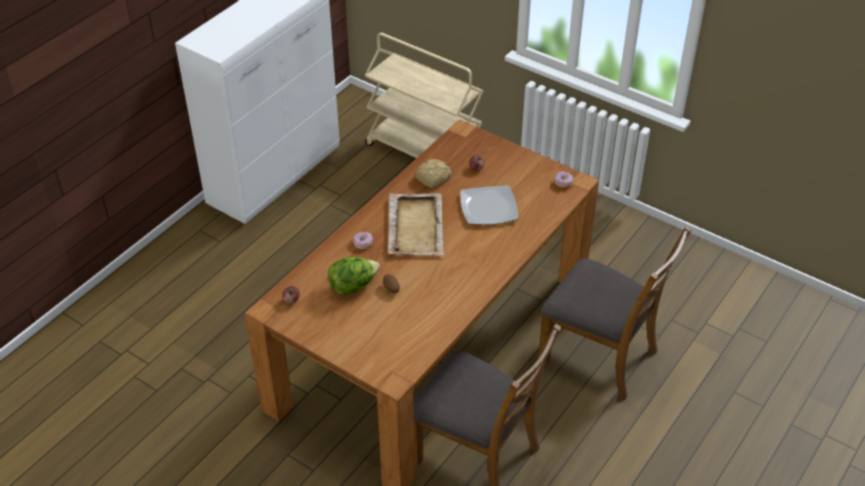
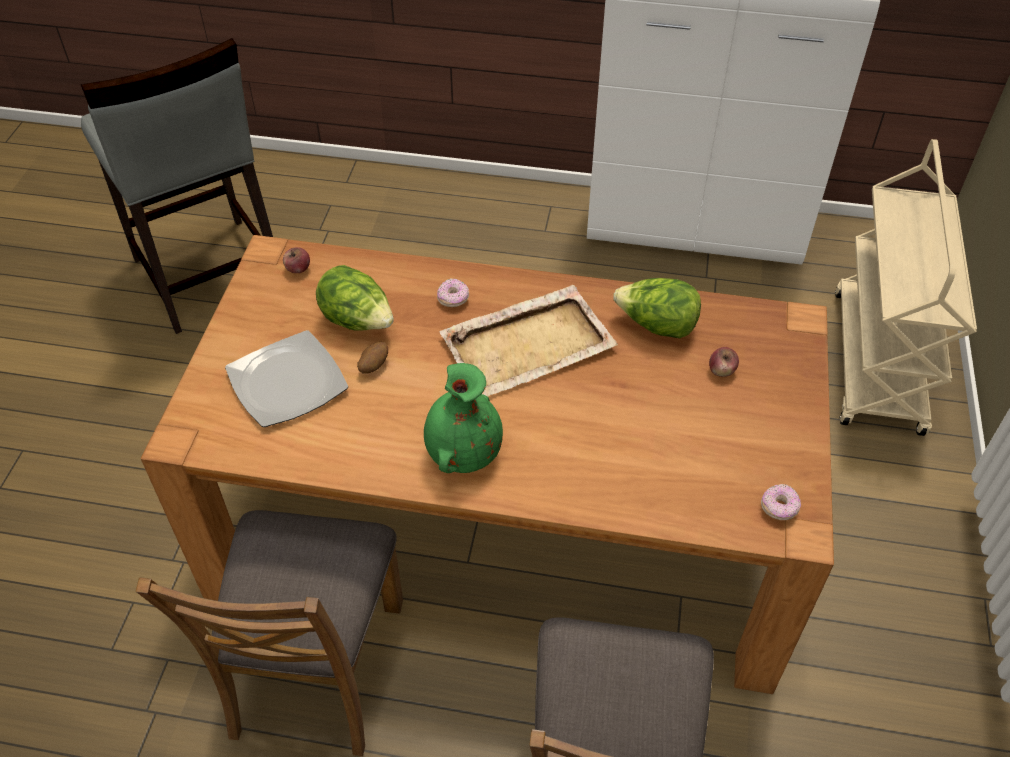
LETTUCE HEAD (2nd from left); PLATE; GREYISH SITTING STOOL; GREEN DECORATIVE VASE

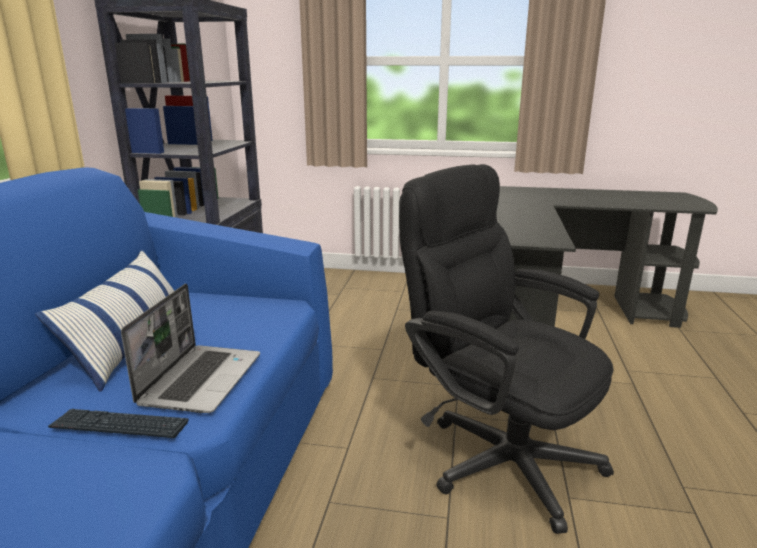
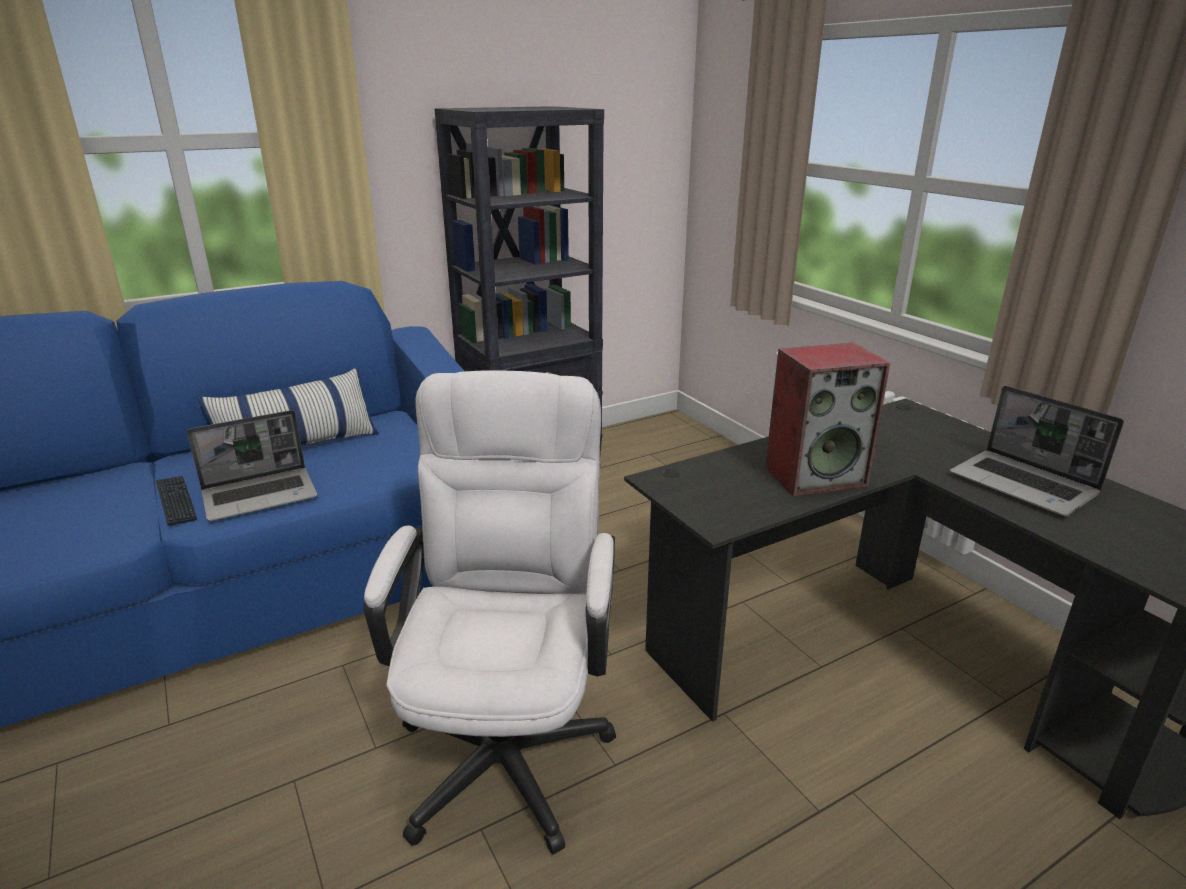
WHITISH DESK CHAIR; SPEAKER; LAPTOP (2nd from left)

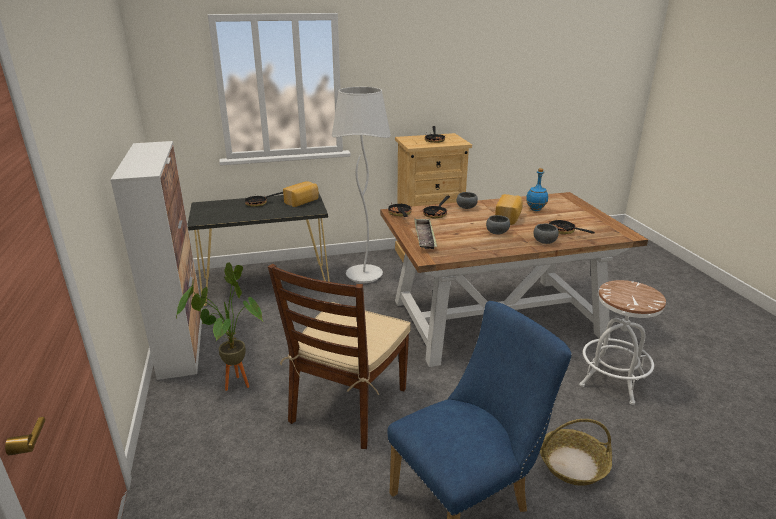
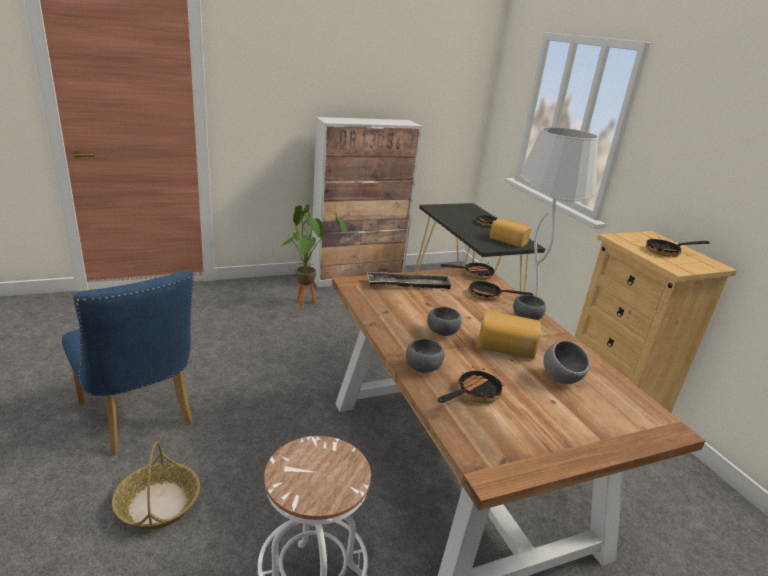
BROWN-COLOURED UPRIGHT CHAIR; GREYISH SERVING BOWL (4th from left)

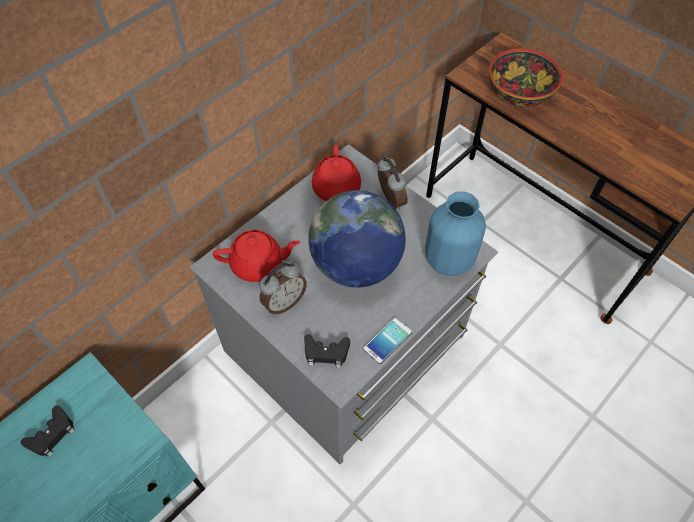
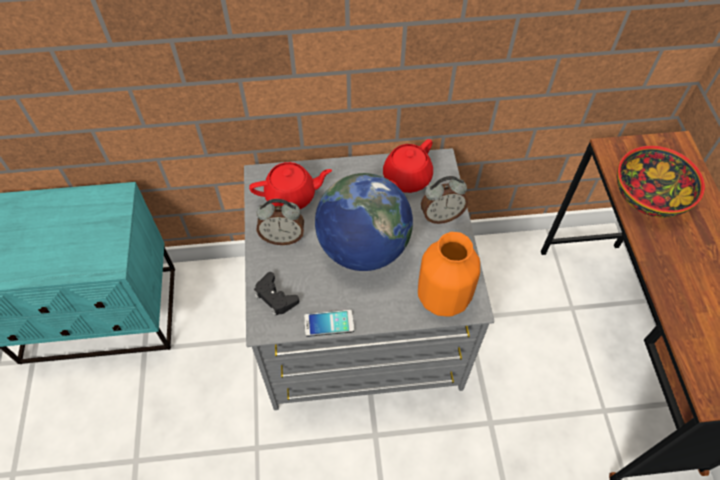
BLACKISH GAME CONTROLLER (1st from left in the first image); RED POT FOR TEA (1st from left); ALARM CLOCK (2nd from left); ORANGE-COLOURED DECORATIVE VASE

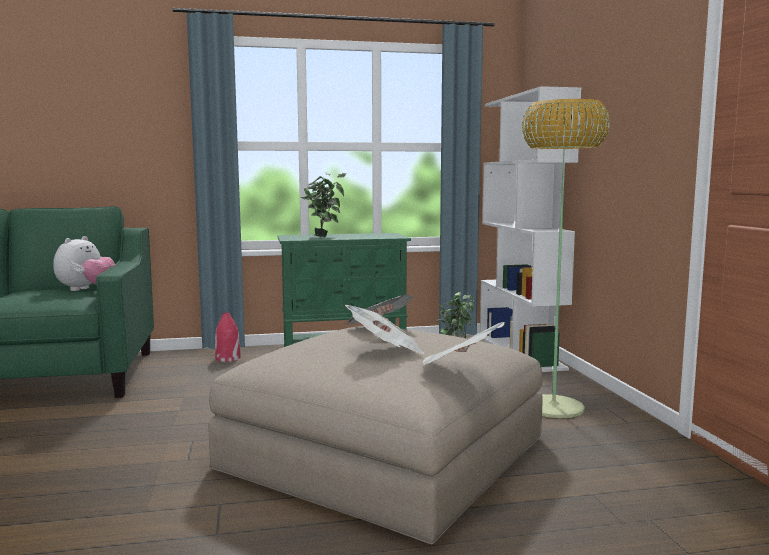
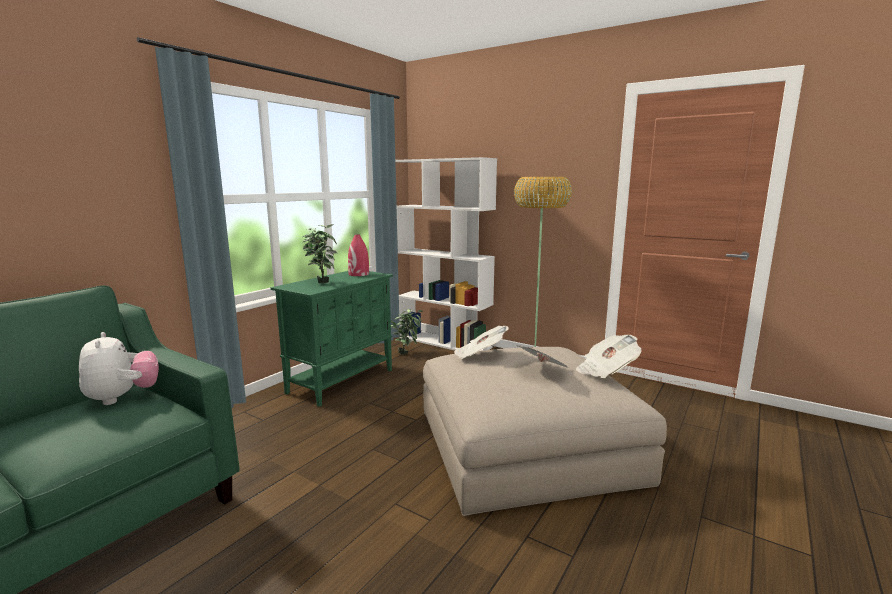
RED DECORATIVE VASE

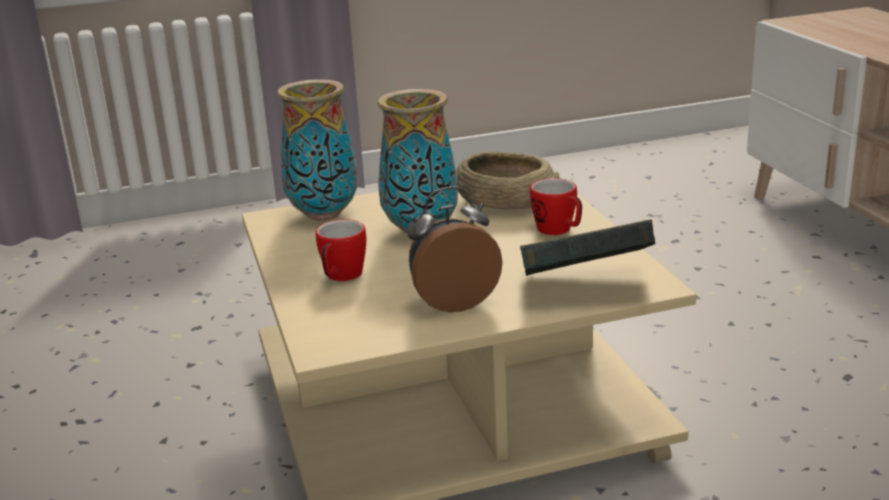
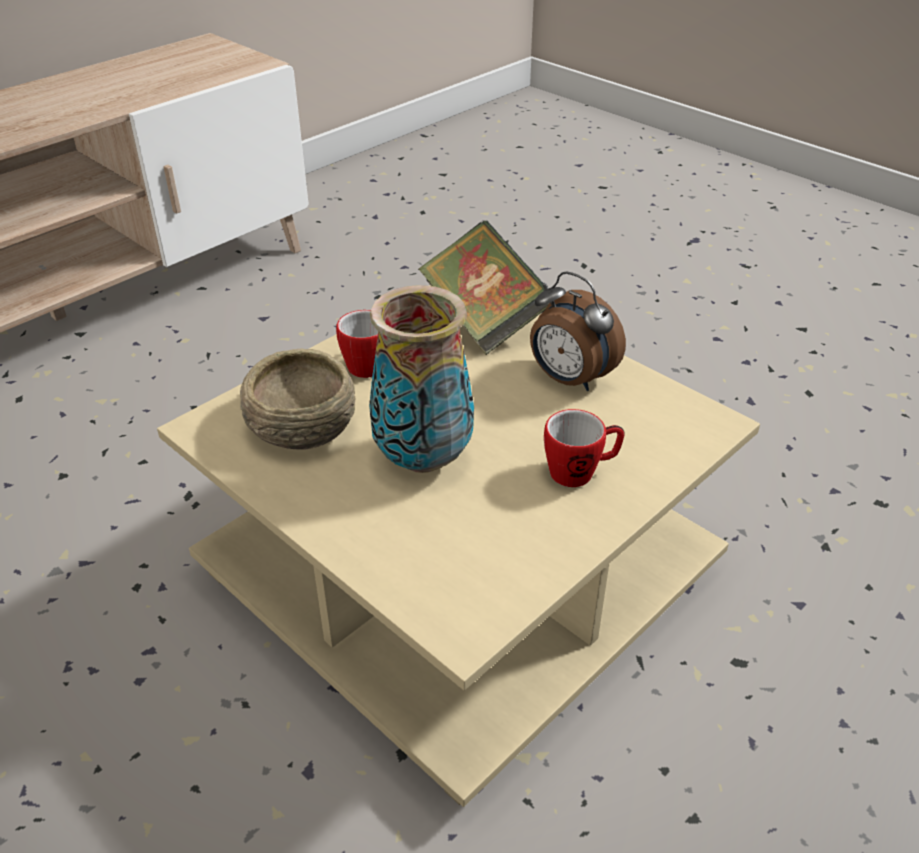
DECORATIVE VASE (1st from left in the first image)

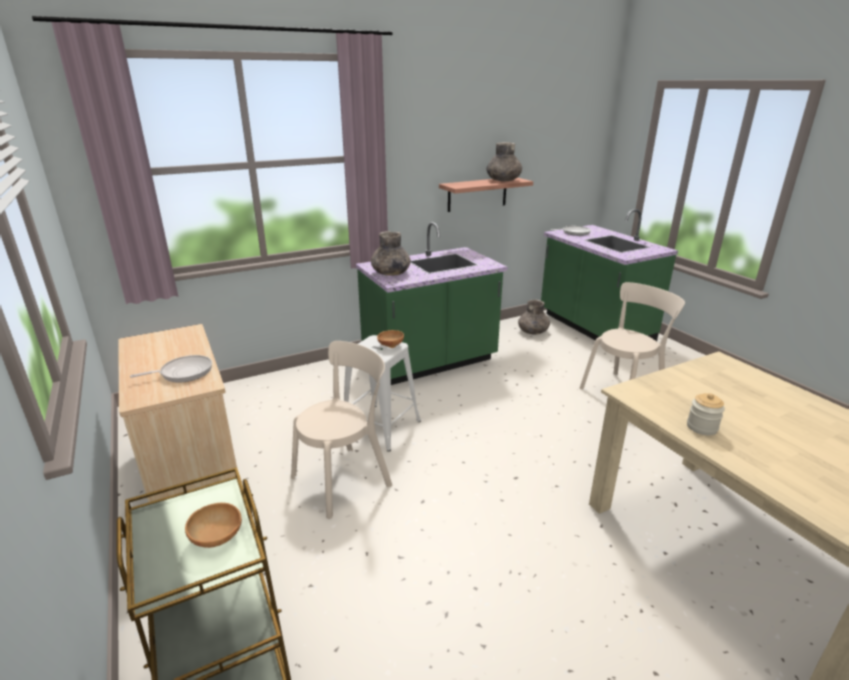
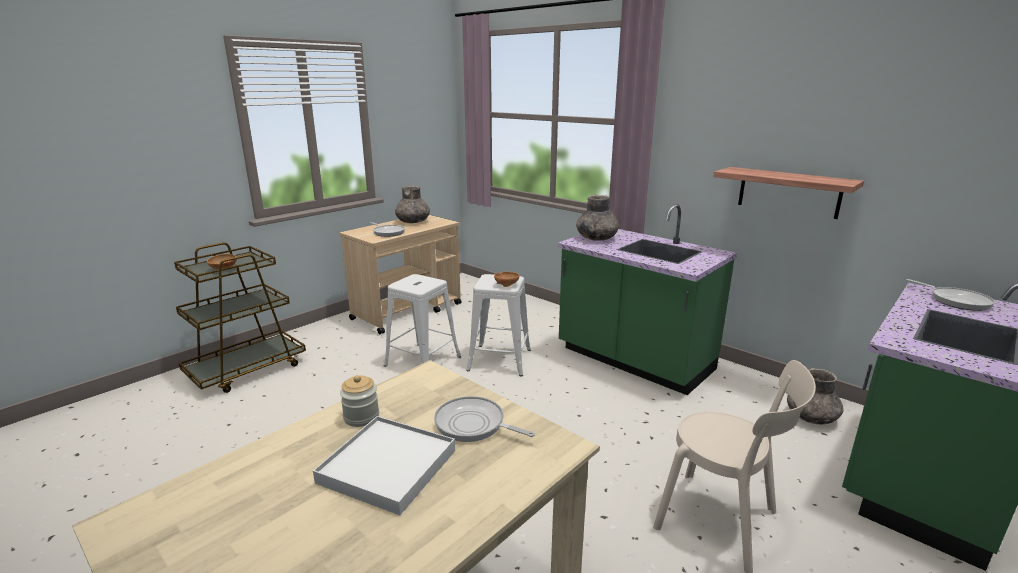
WHITISH SITTING STOOL (1st from left); GREYISH DECORATIVE VASE (1st from left); WHITISH SERVING TRAY; FRYING PAN (2nd from left)

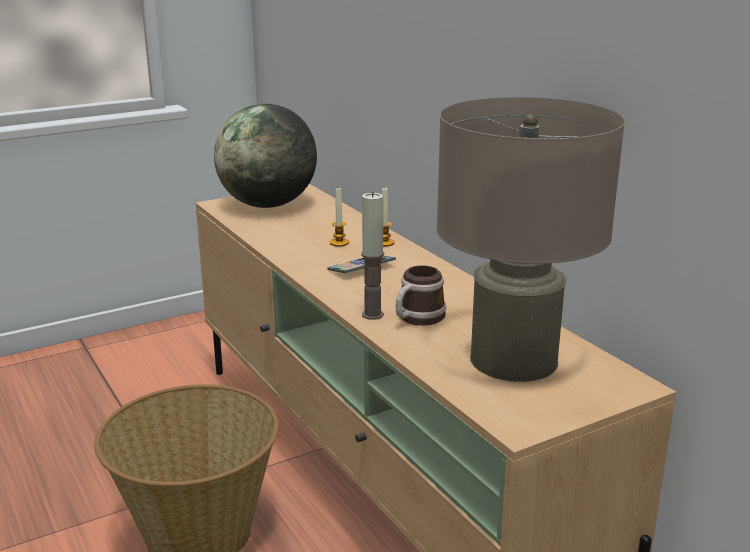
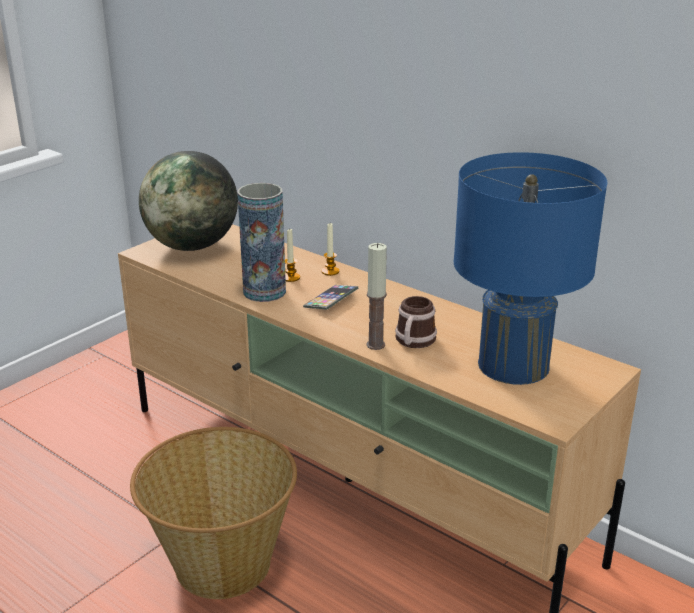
BLUE LAMP FOR A TABLE; DECORATIVE VASE

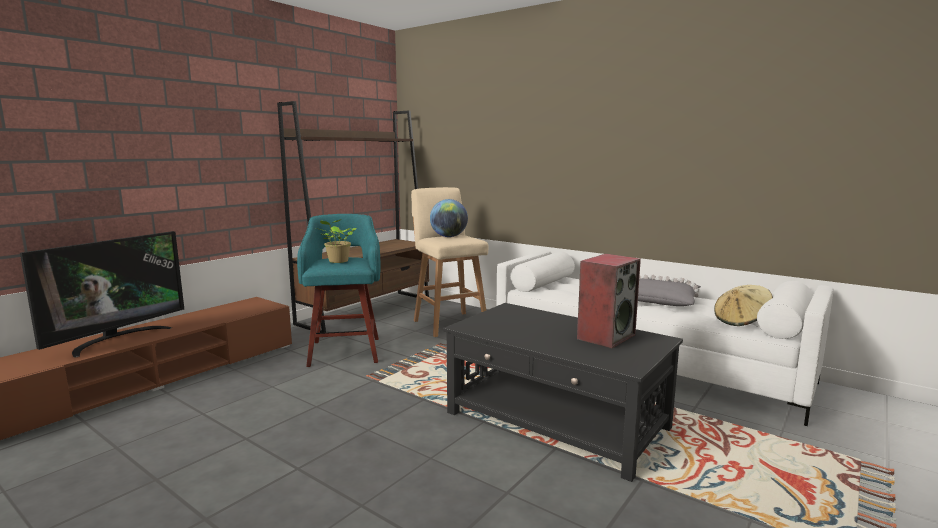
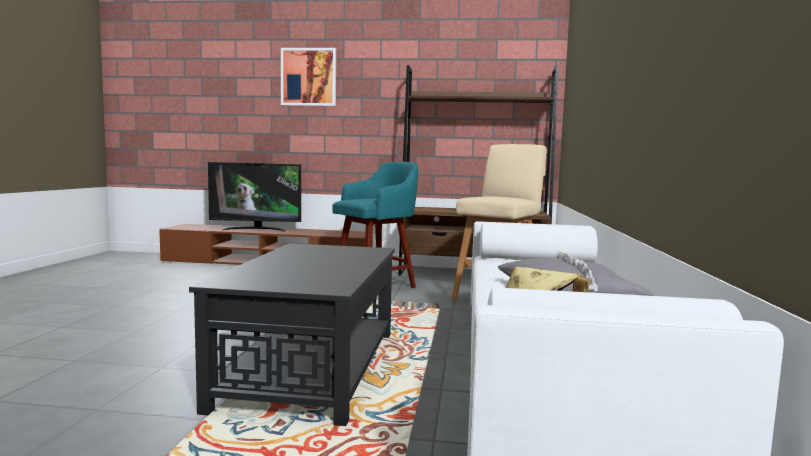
HOUSEPLANT; GLOBE; SPEAKER; WALL PICTURE

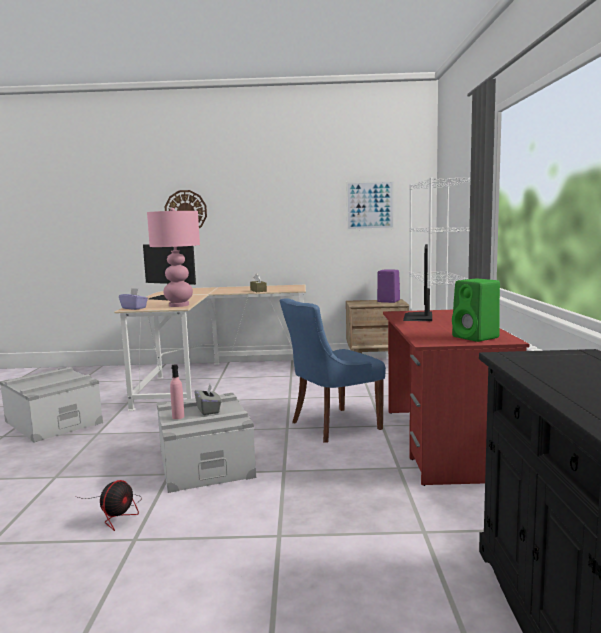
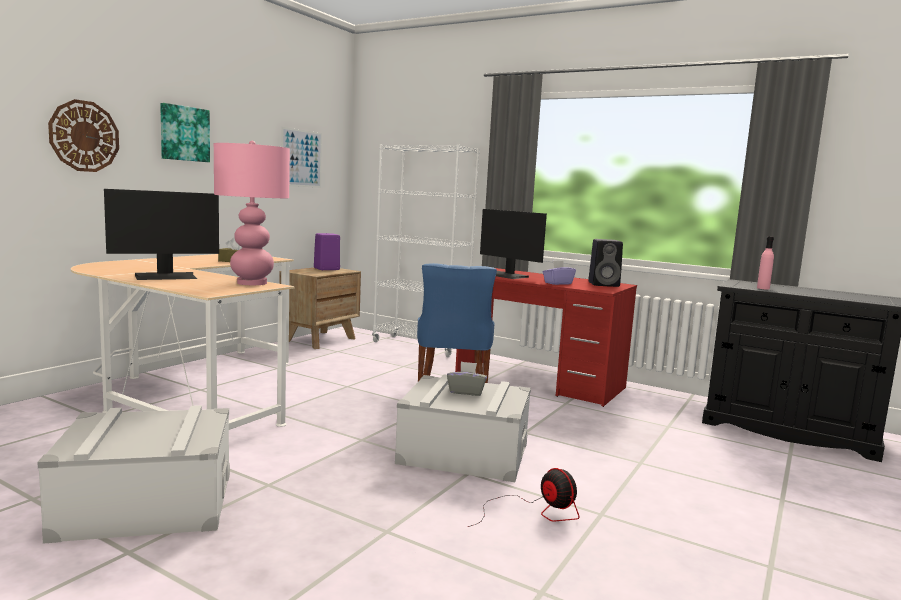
PURPLE-COLOURED BOX OF TISSUES; PINKISH BEVERAGE BOTTLE; BLACKISH SPEAKER; WALL PICTURE (1st from left)

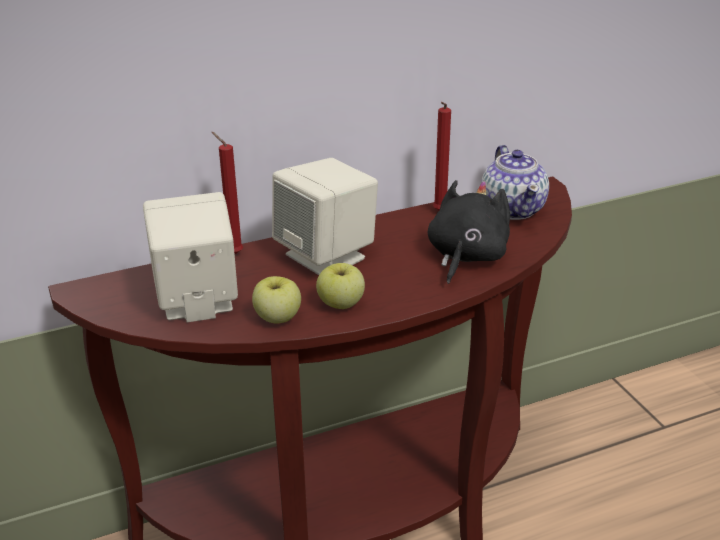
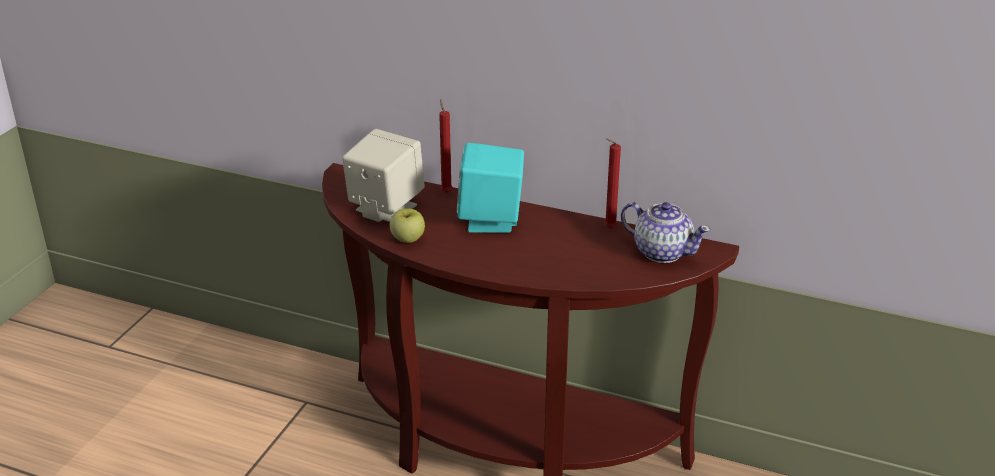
TURQUOISE-COLOURED SPEAKER; APPLE (2nd from left in the first image); BLACKISH CUDDLY TOY; POT FOR TEA

